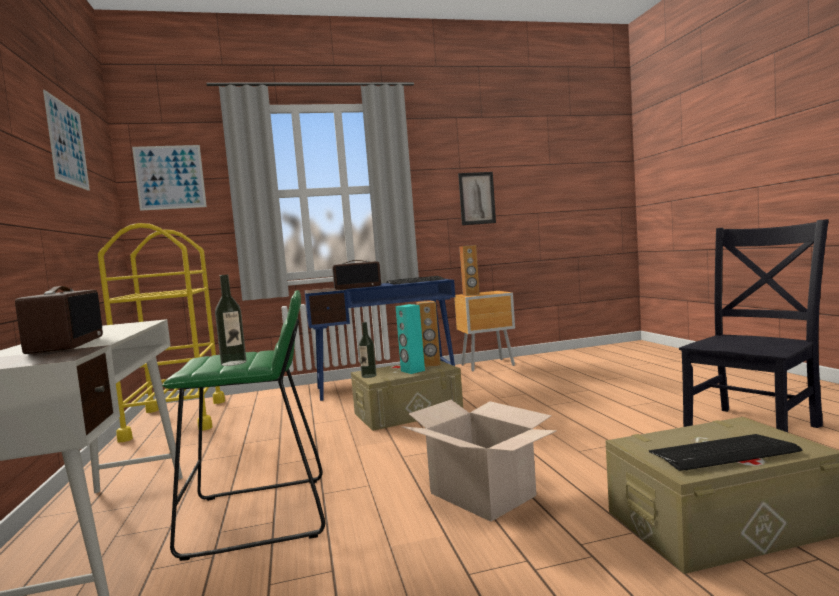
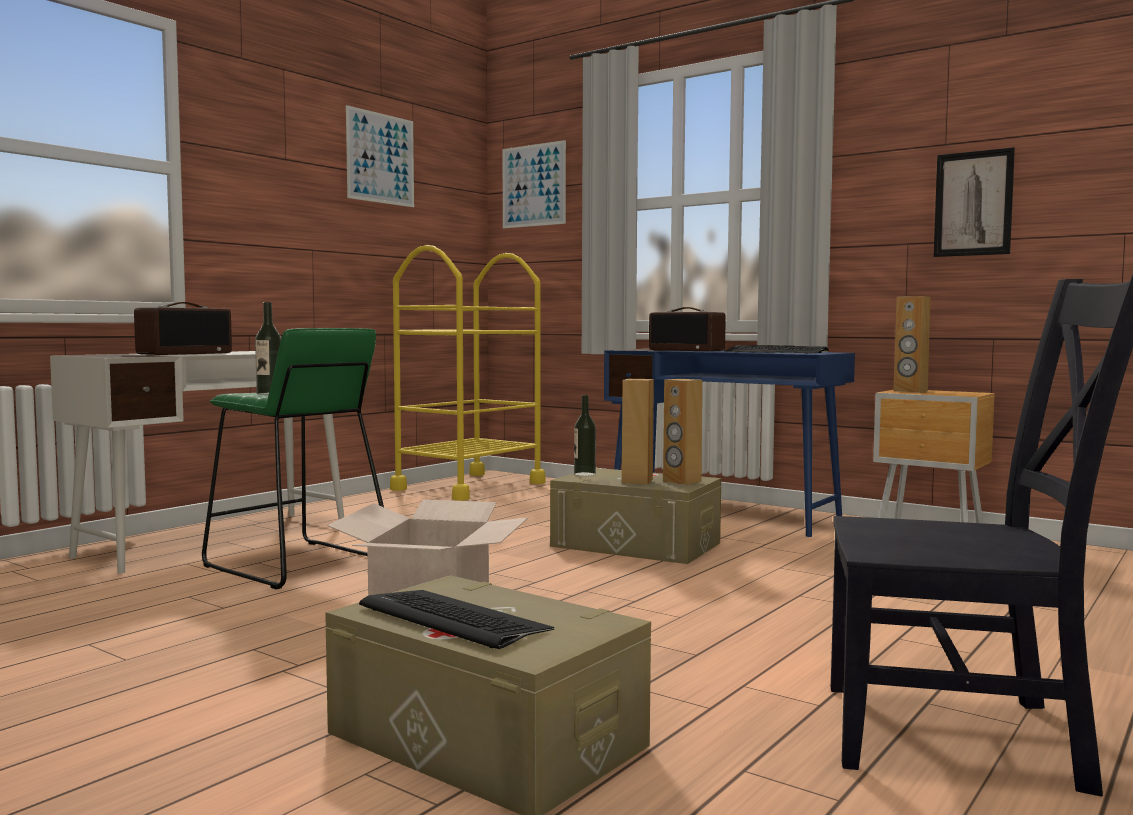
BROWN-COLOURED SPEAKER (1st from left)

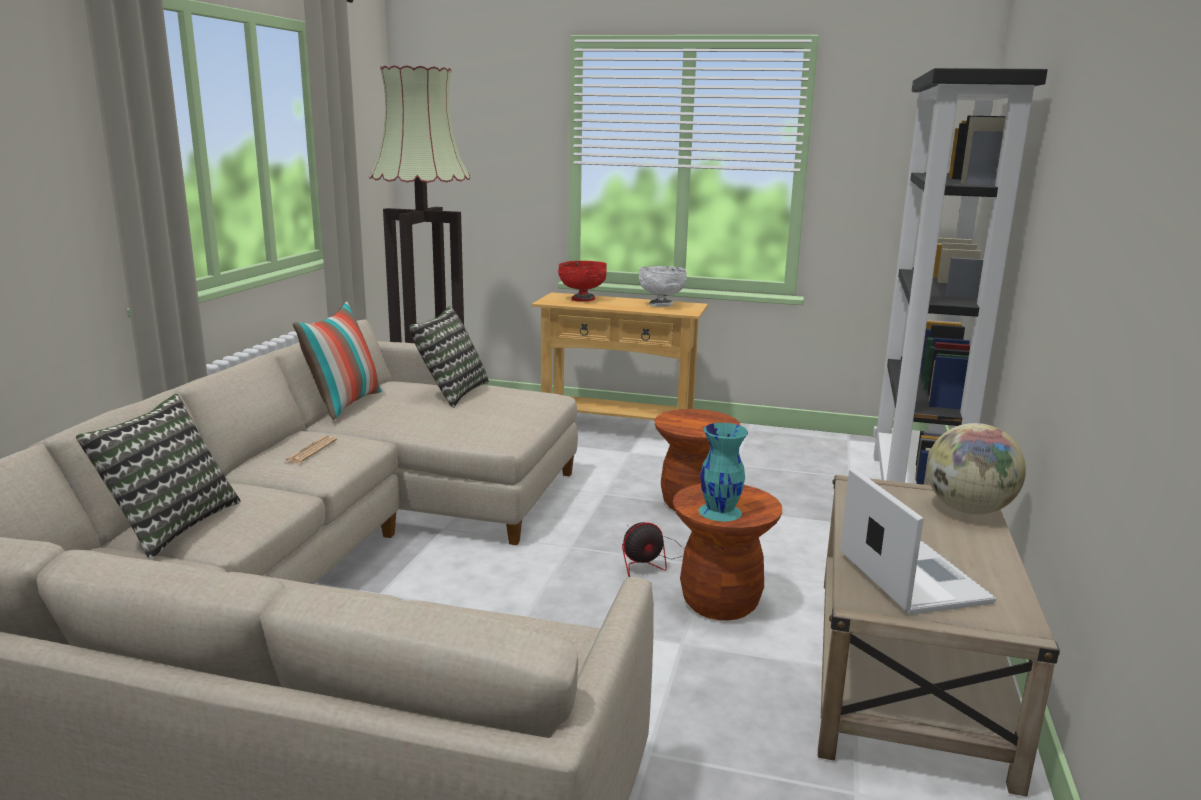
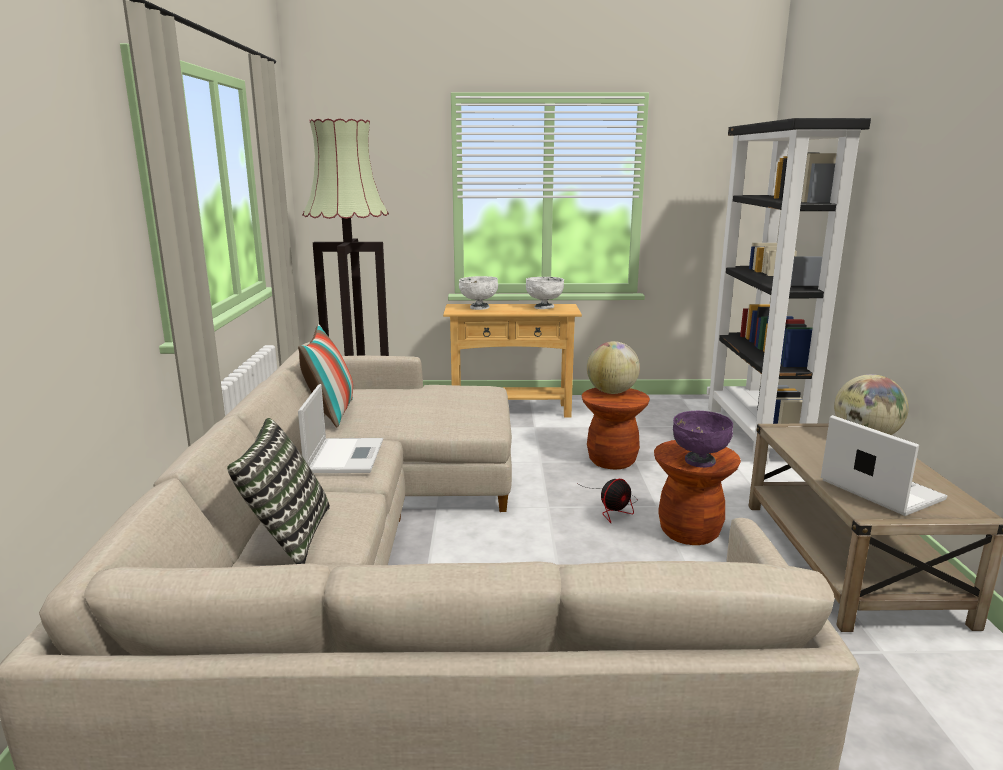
LAPTOP (1st from left); THROW PILLOW (3rd from left in the first image); WHITISH SERVING BOWL (1st from left); PURPLE-COLOURED SERVING BOWL; GLOBE (1st from left)

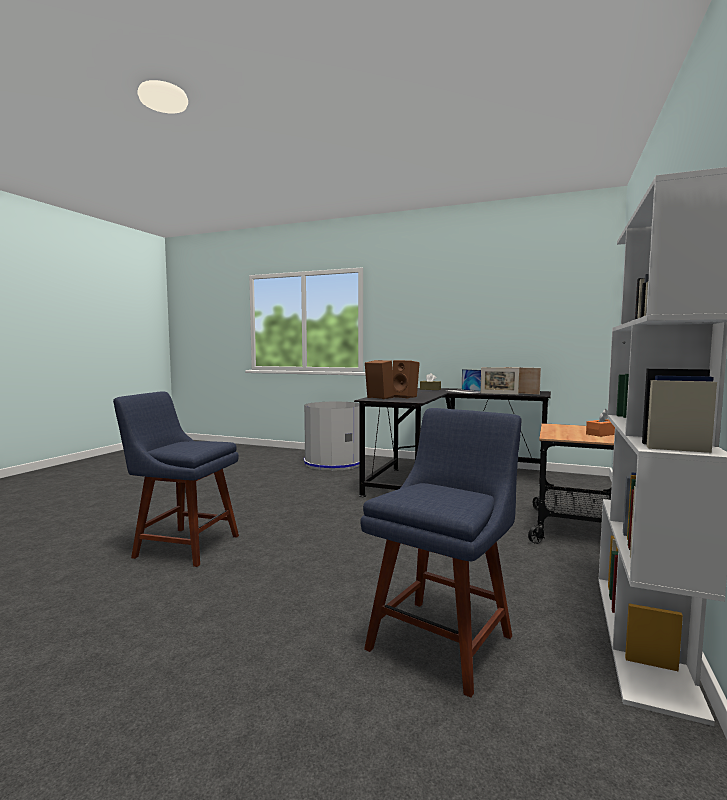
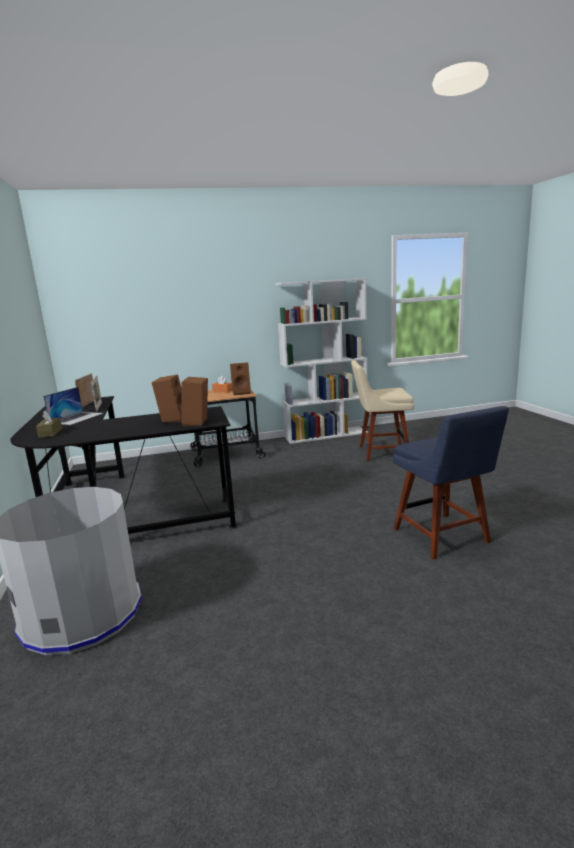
BEIGE-COLOURED UPRIGHT CHAIR; BROWN-COLOURED SPEAKER (3rd from left)

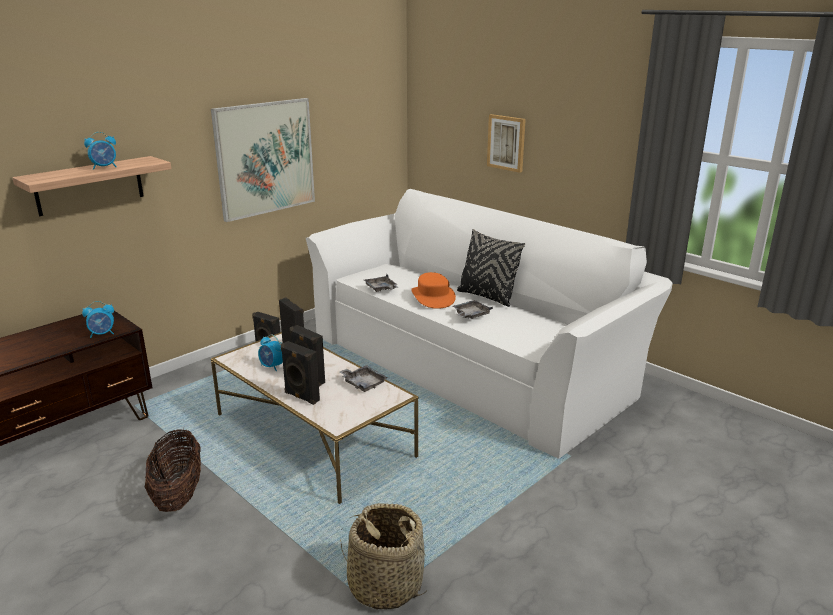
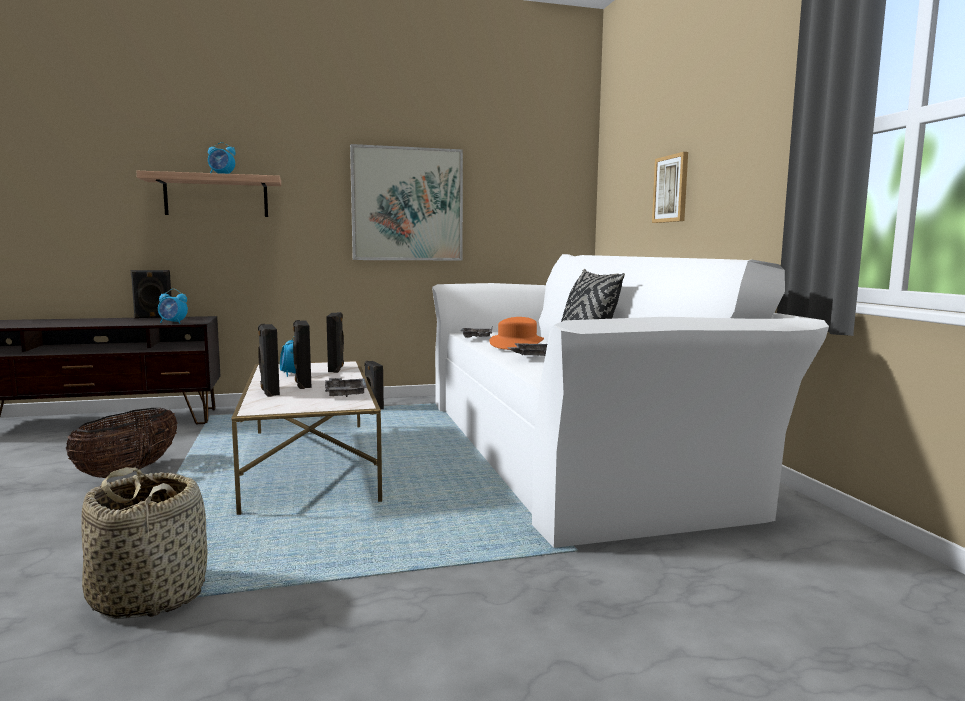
BLACKISH SPEAKER (1st from left)

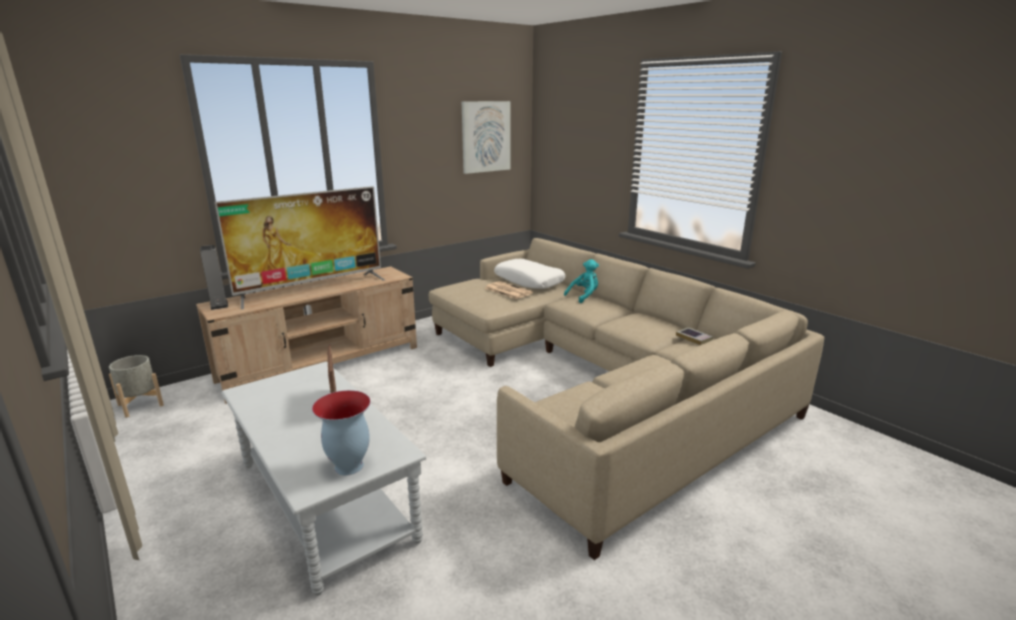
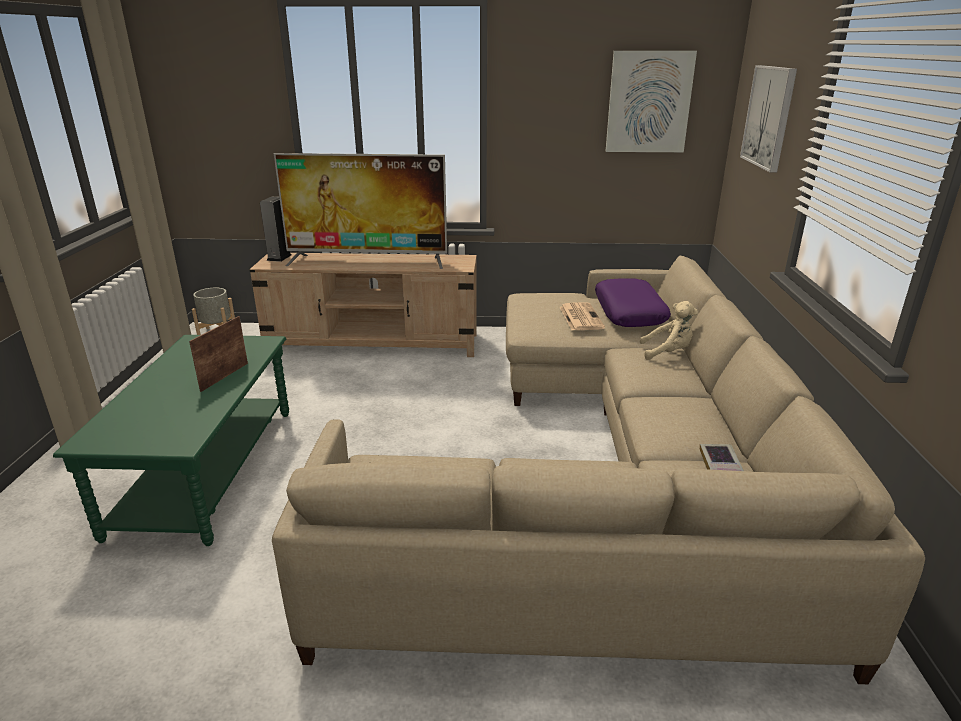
GREEN LOW TABLE; DECORATIVE VASE; PURPLE-COLOURED THROW PILLOW; BEIGE-COLOURED CUDDLY TOY; WALL PICTURE (2nd from left)

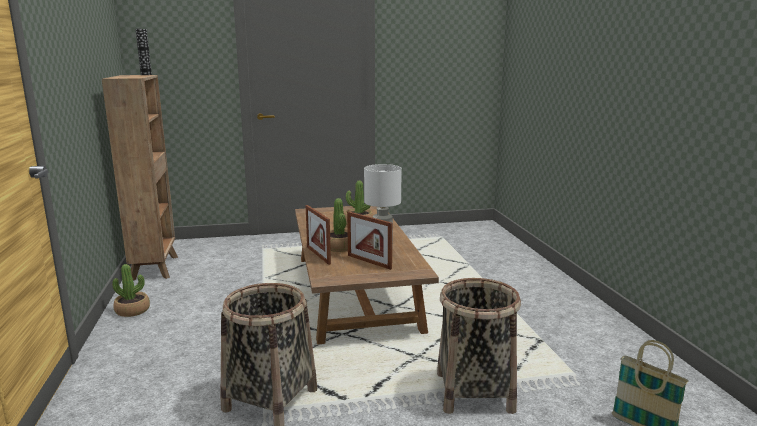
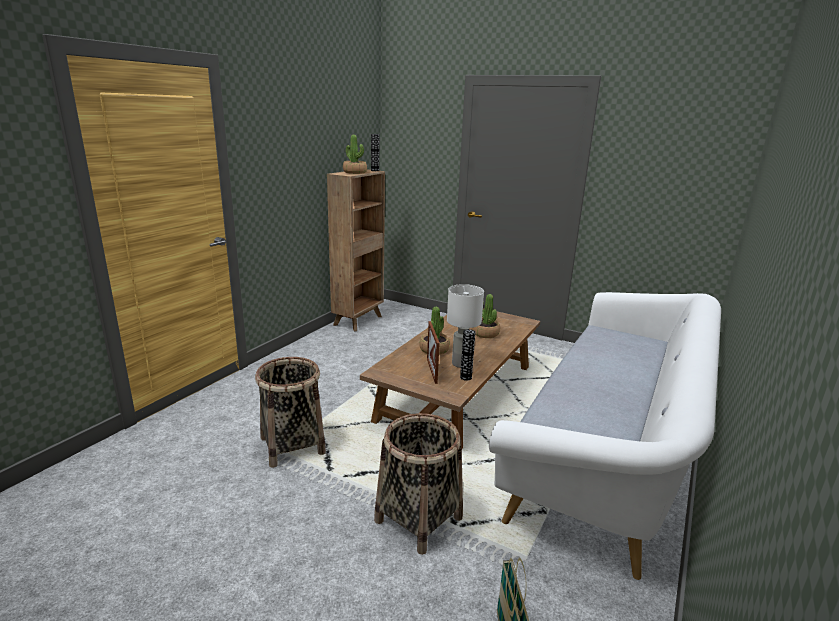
HOUSEPLANT (1st from left); STANDING FRAME (1st from left in the first image); DECORATIVE VASE (2nd from left); WHITISH SOFA

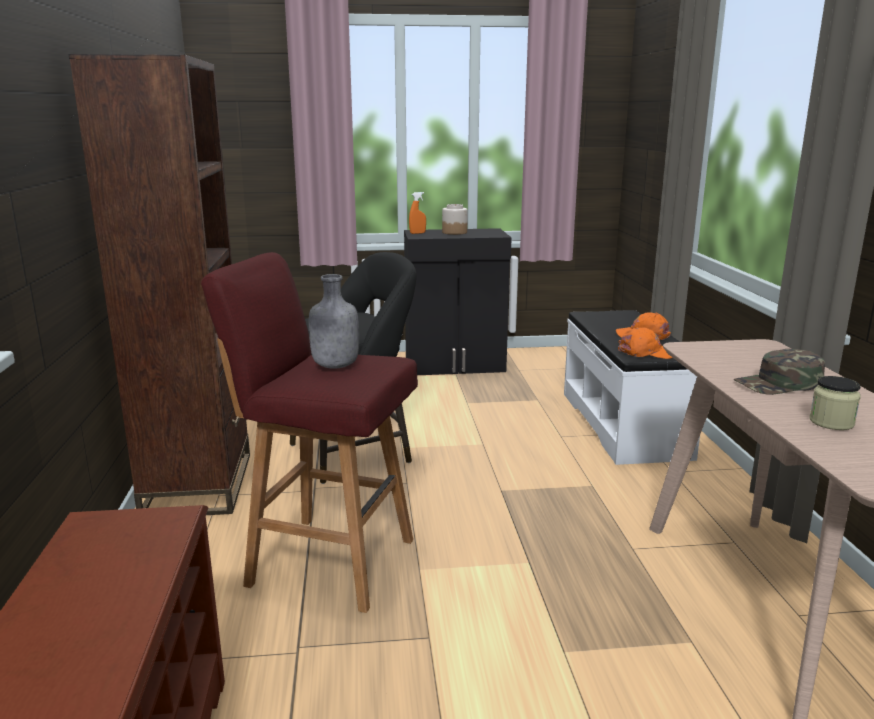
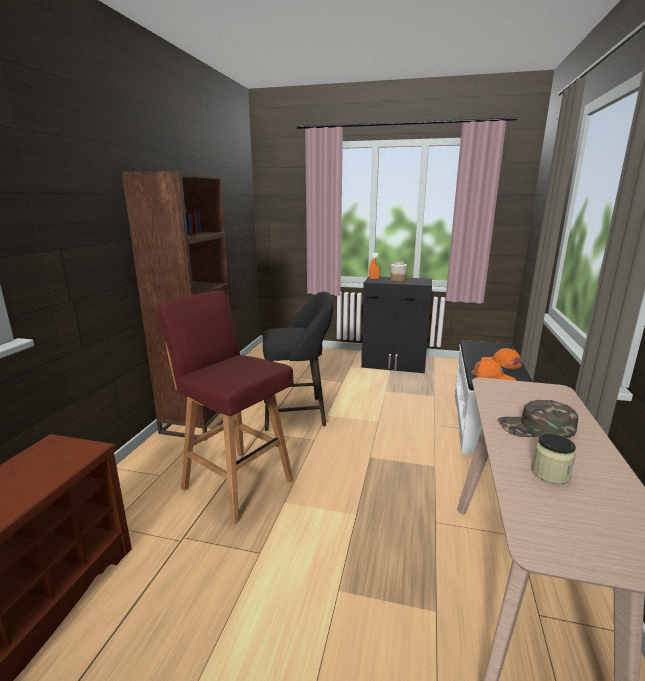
GREYISH BEVERAGE BOTTLE

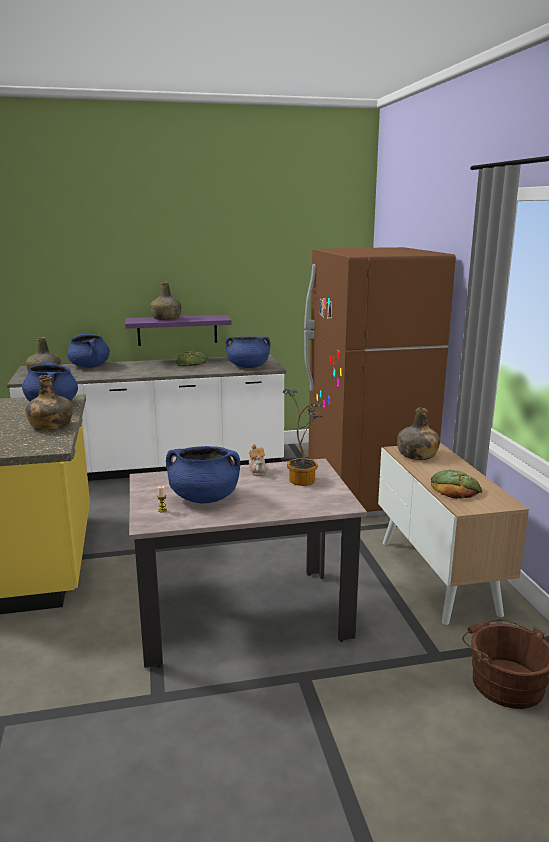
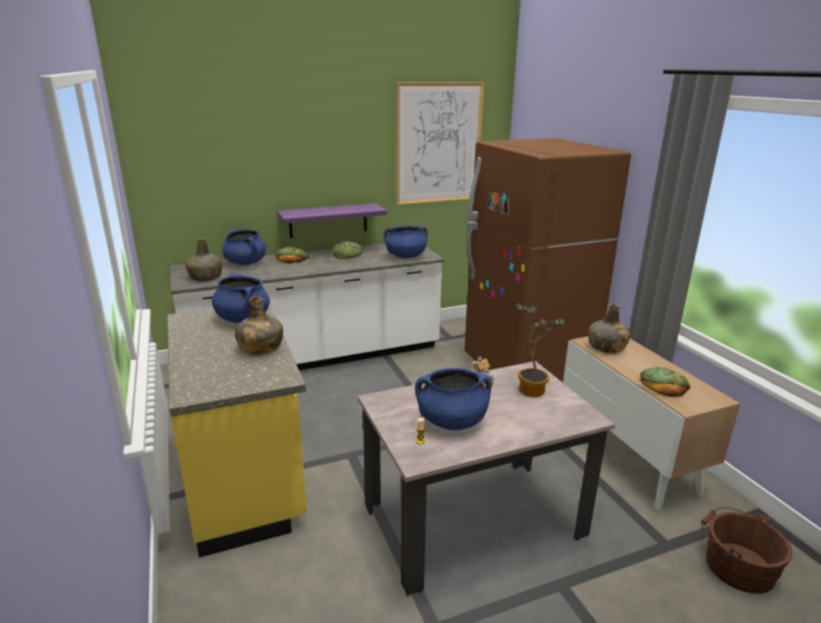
GREEN BEVERAGE BOTTLE (3rd from left in the first image); BAKED BREAD (1st from left); WALL PICTURE

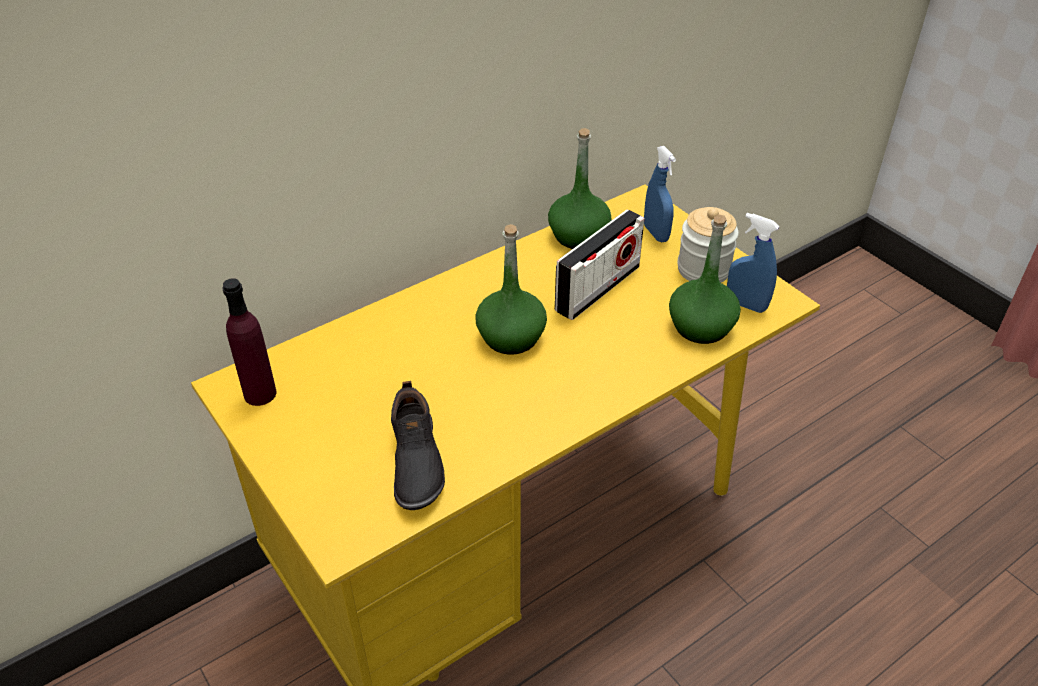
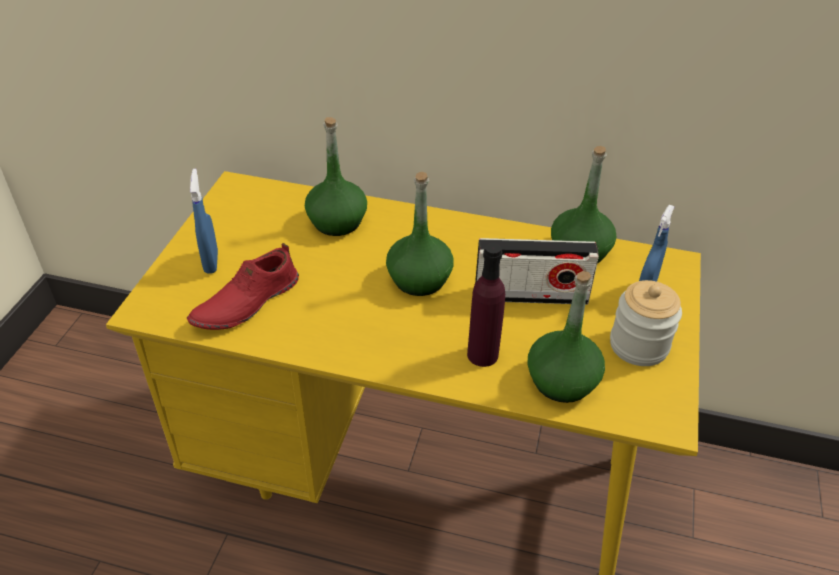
PURPLE-COLOURED BEVERAGE BOTTLE; RED SHOE; BLUE SPRAYER (1st from left); GREEN BEVERAGE BOTTLE (1st from left)

